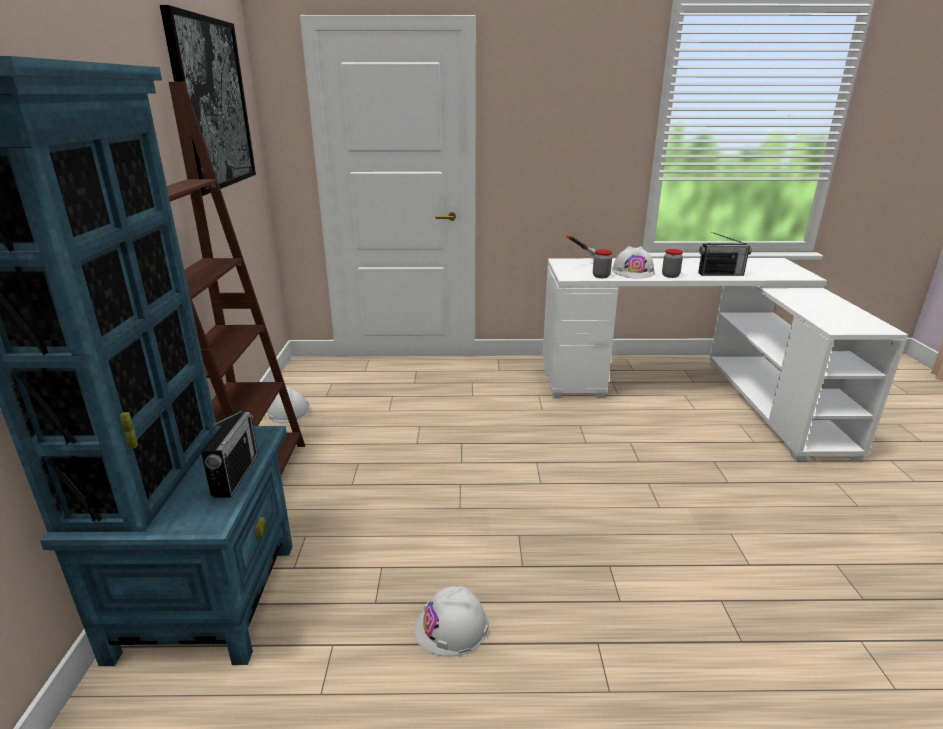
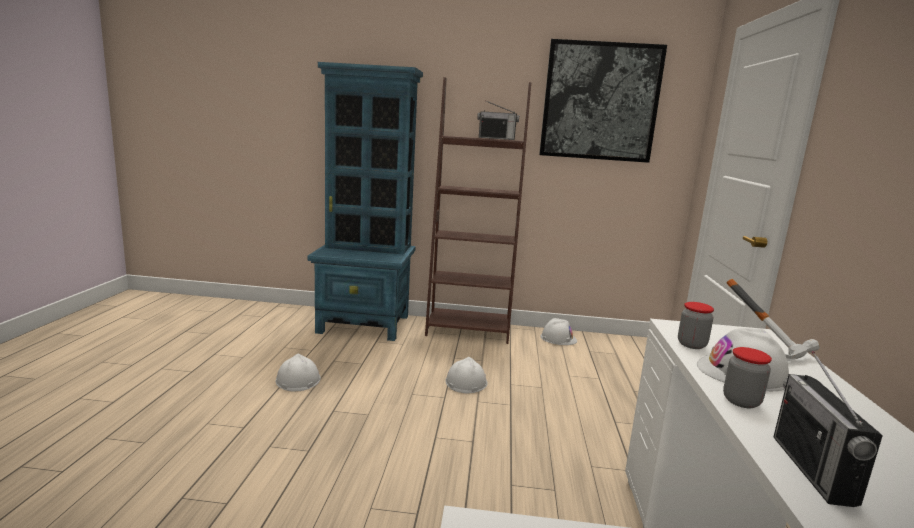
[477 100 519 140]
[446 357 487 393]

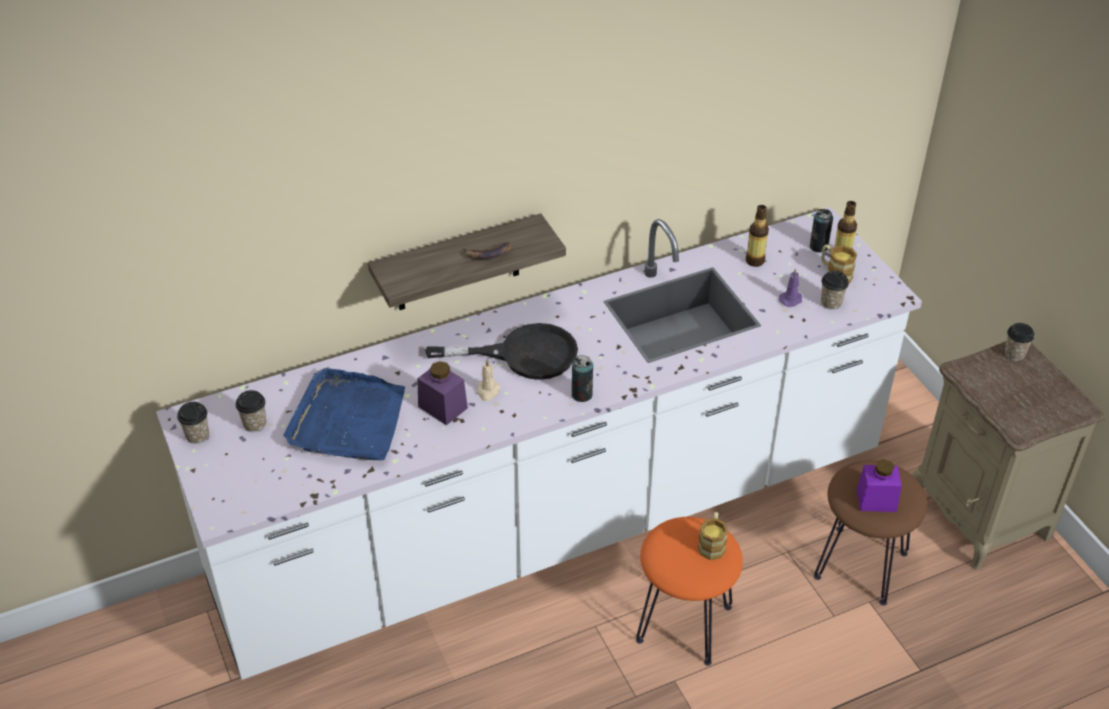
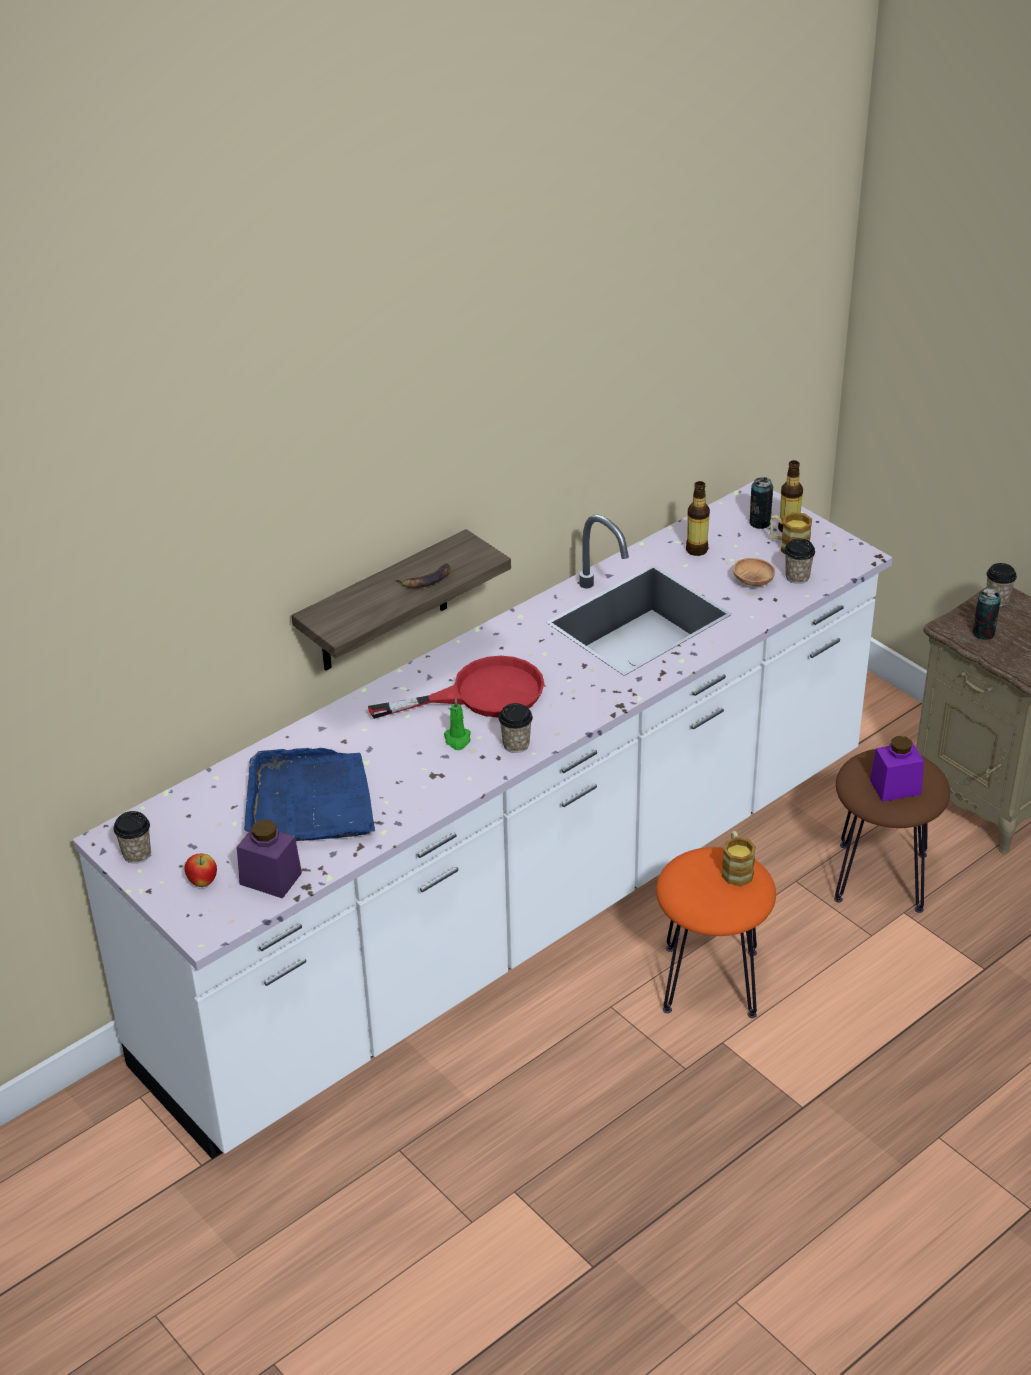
[733 558 775 586]
[368 656 544 719]
[973 588 1001 640]
[444 698 471 750]
[237 820 302 899]
[499 703 533 753]
[185 854 217 887]

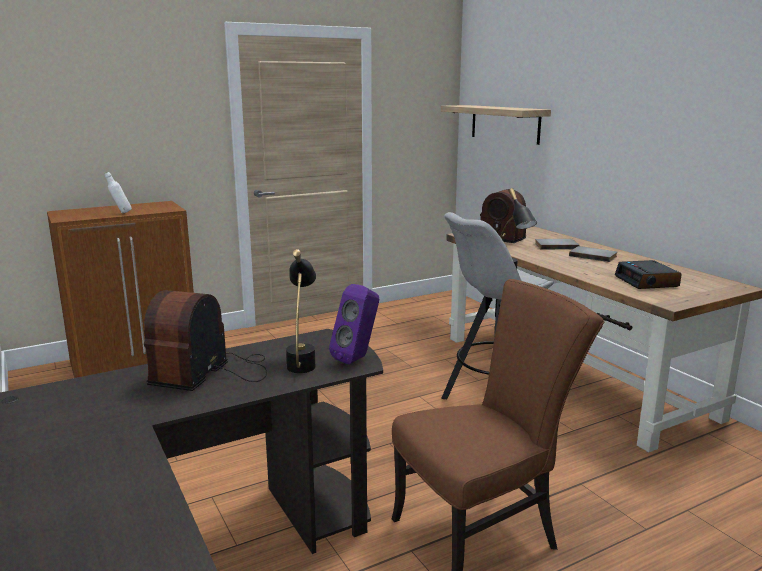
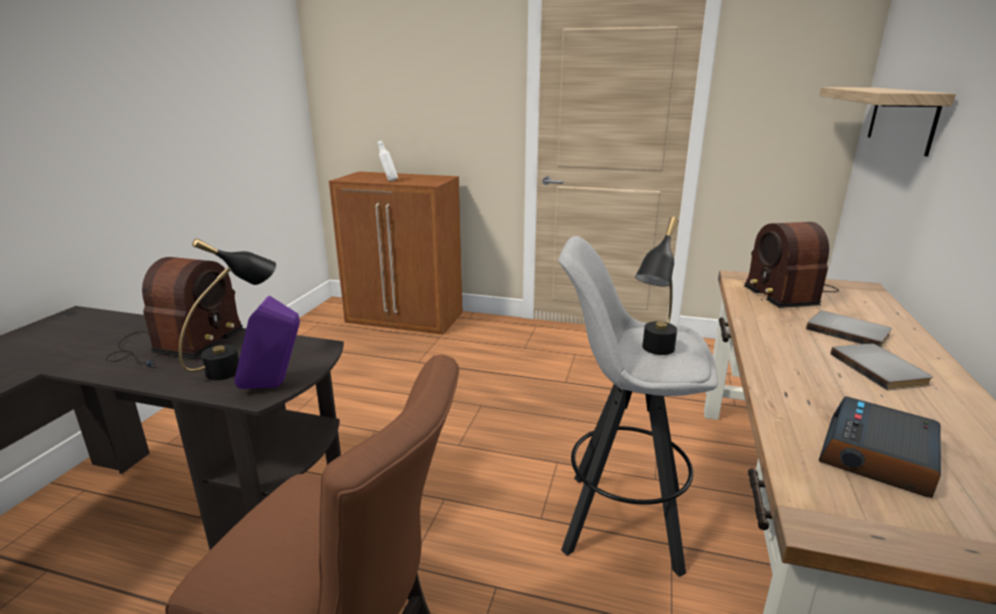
[105 257 243 367]

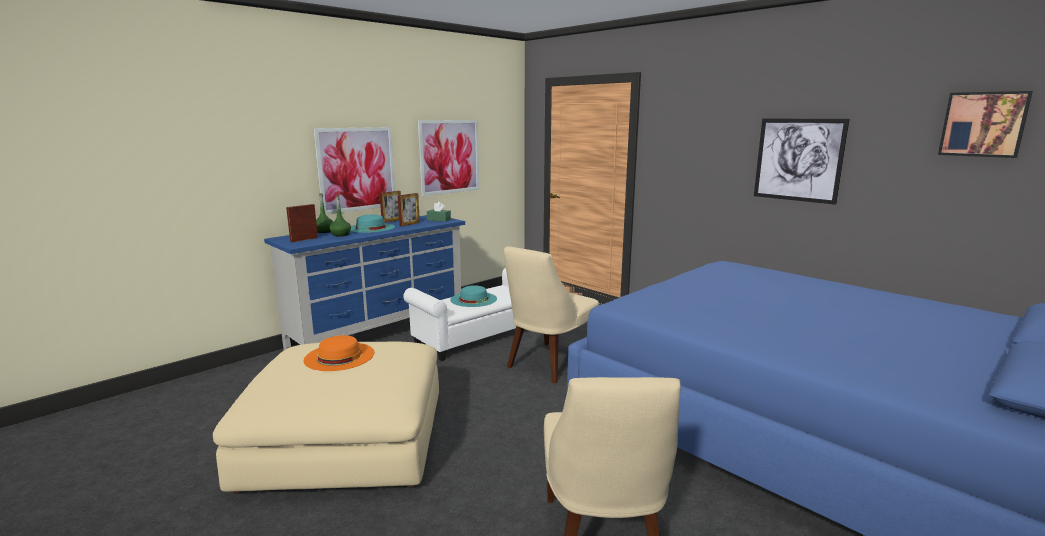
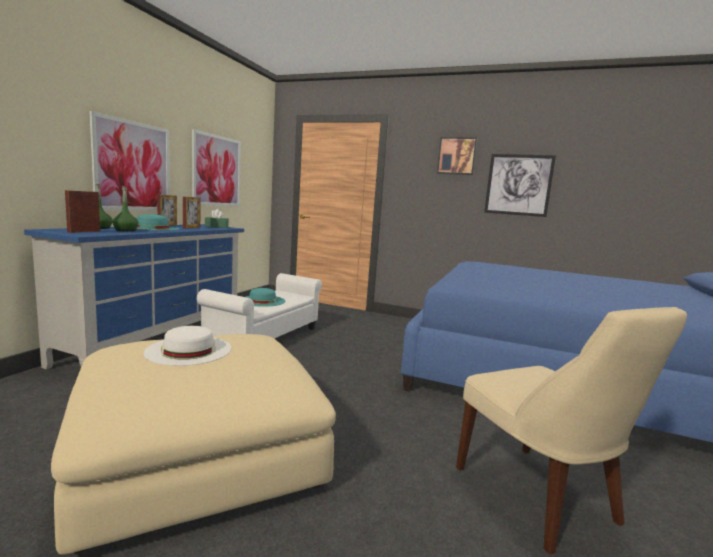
[437 137 477 175]
[504 246 599 384] (first image)
[143 326 231 366]

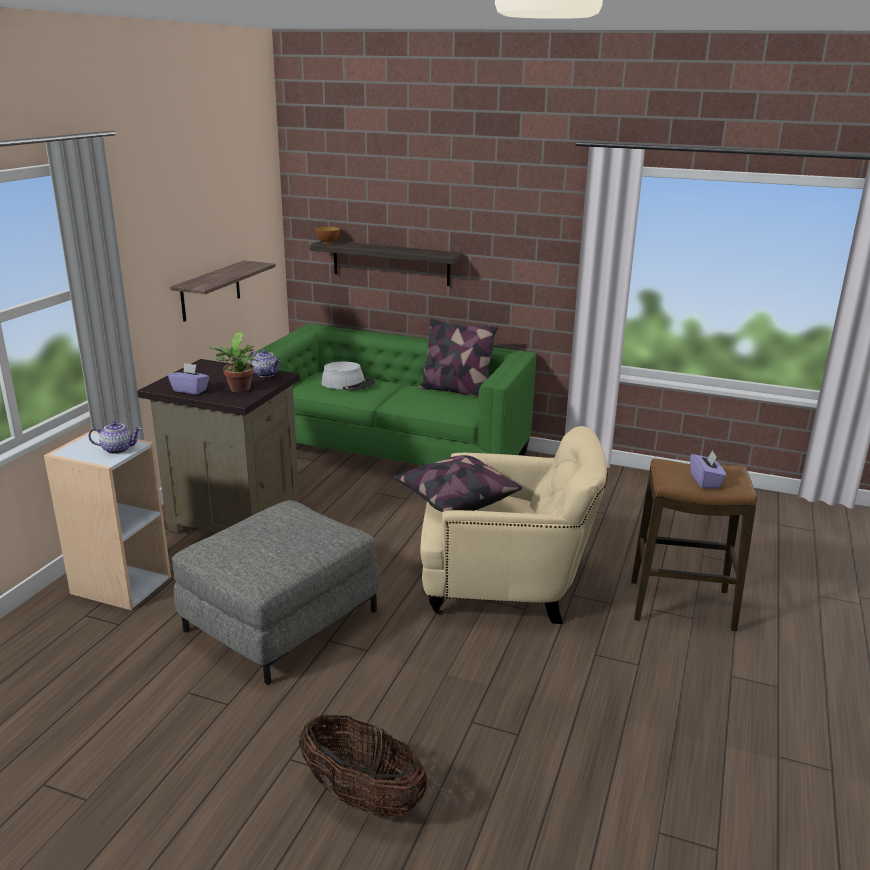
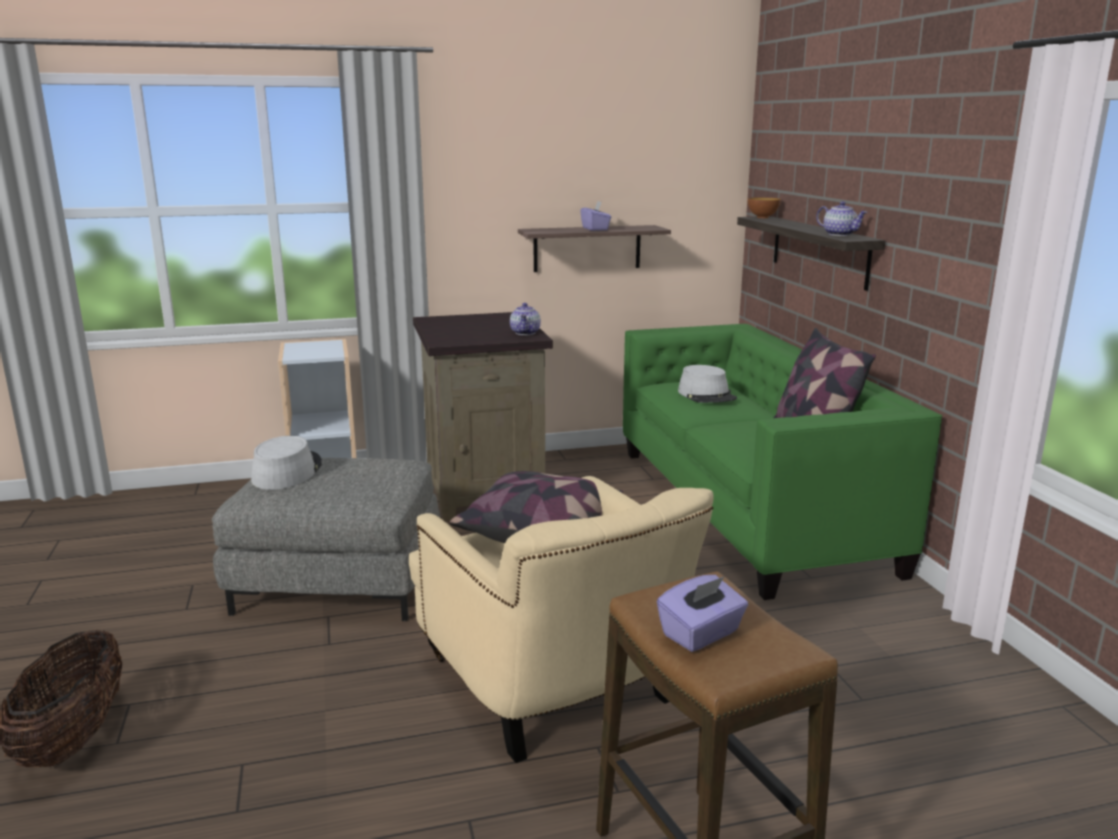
[210 332 259 392] (first image)
[580 201 612 231]
[816 201 868 236]
[251 436 322 490]

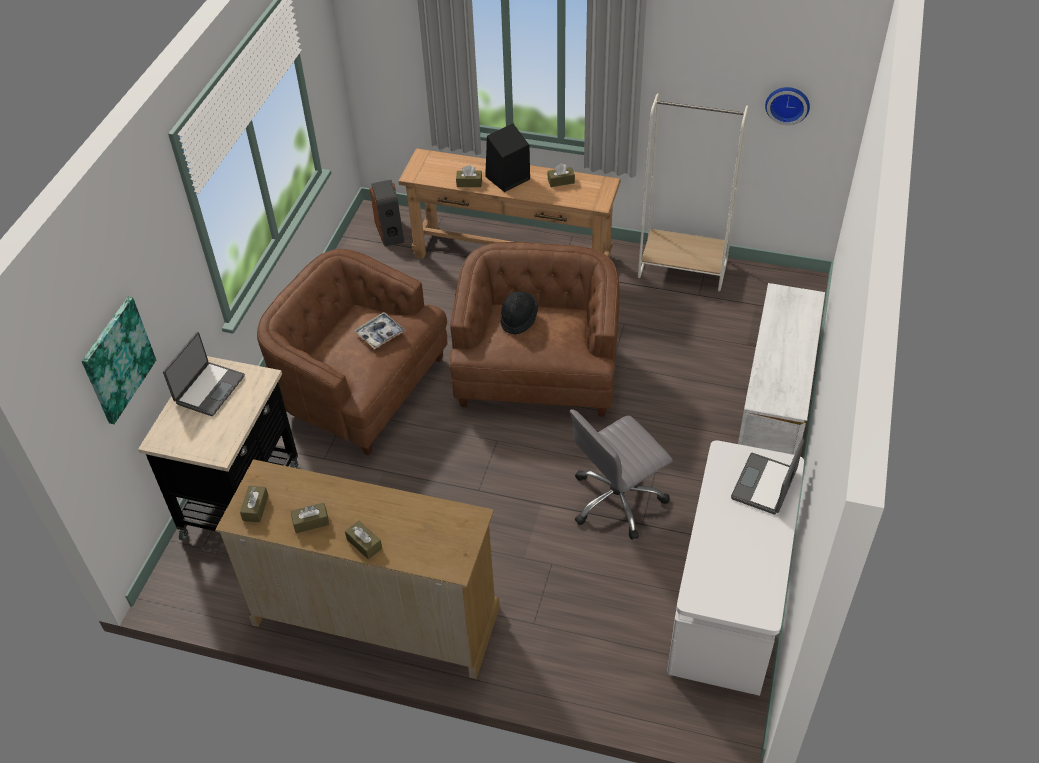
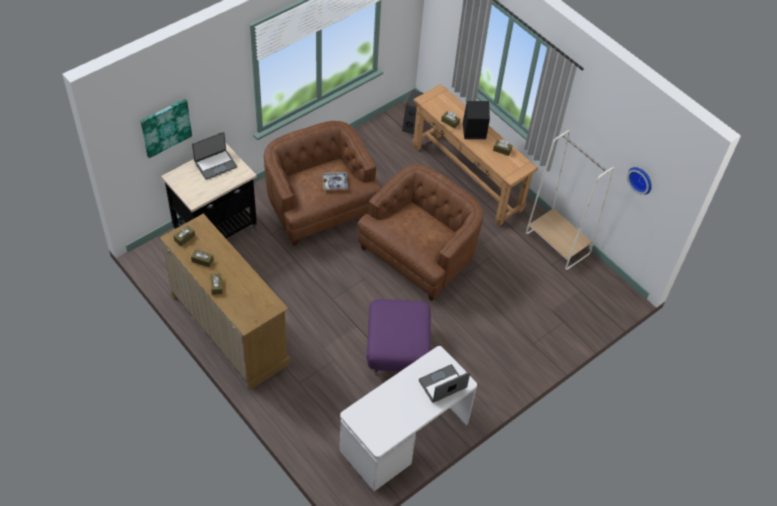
[738 283 825 455] (first image)
[501 291 538 335] (first image)
[367 299 431 374]

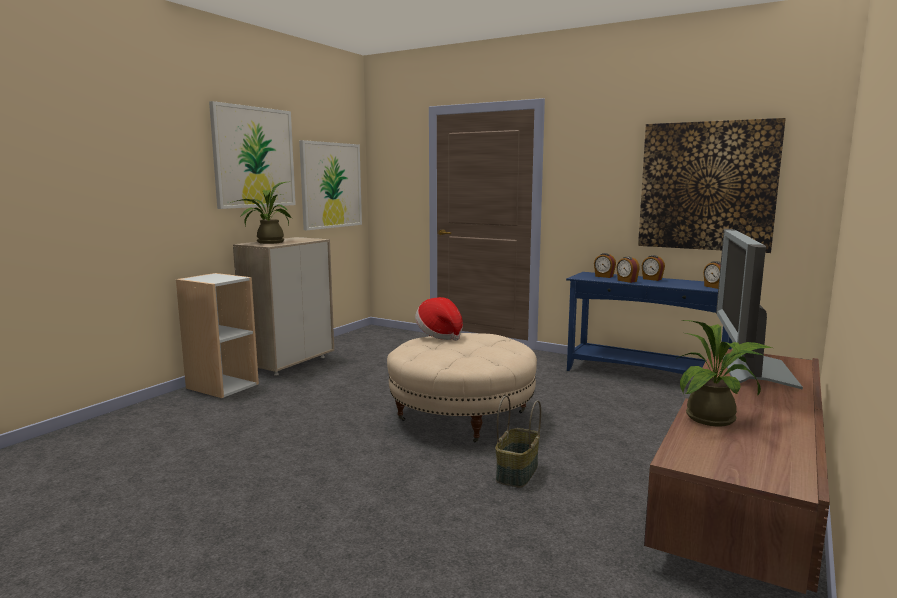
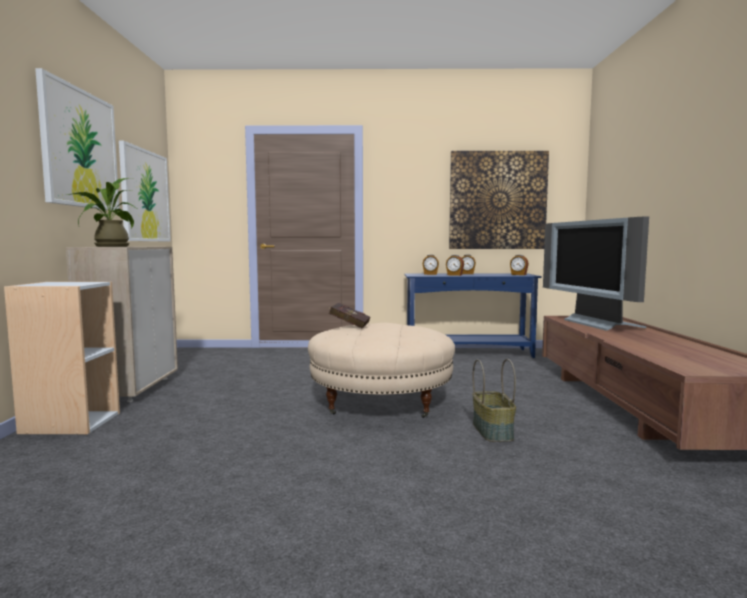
[328 303 370 328]
[676 320 772 427] (first image)

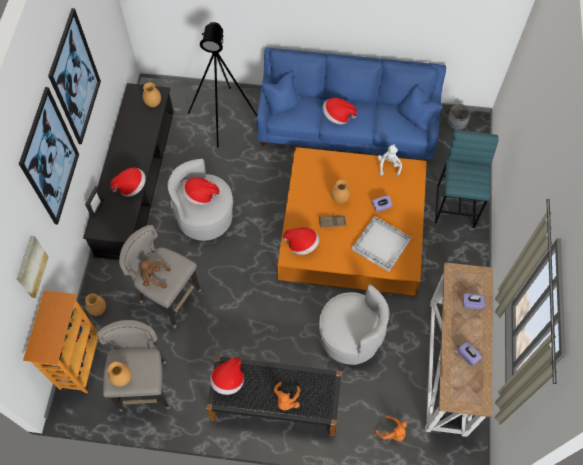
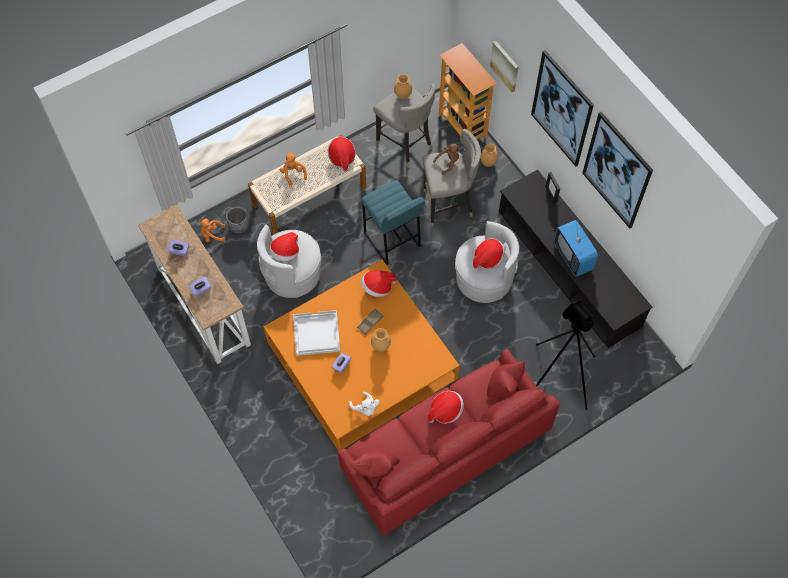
[338 349 560 535]
[143 82 161 107] (first image)
[226 207 249 234]
[361 180 425 265]
[269 232 299 261]
[248 134 366 235]
[554 220 598 277]

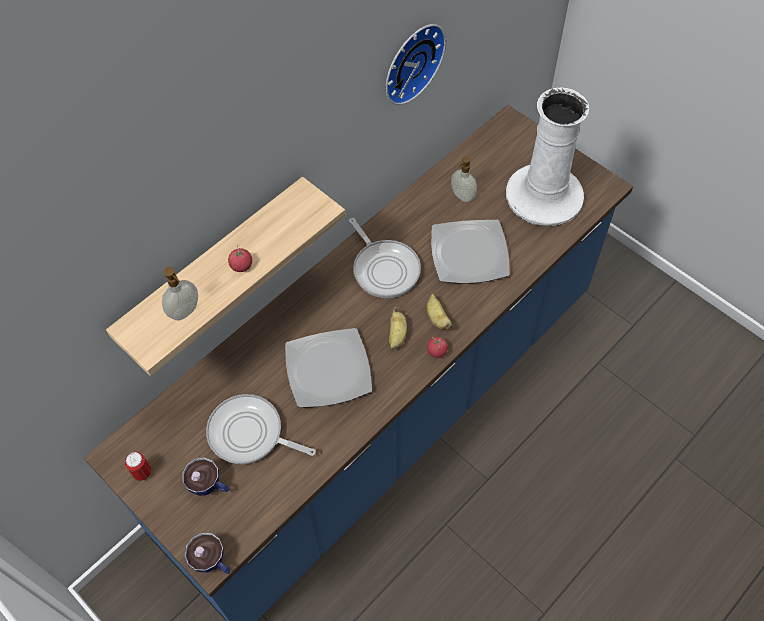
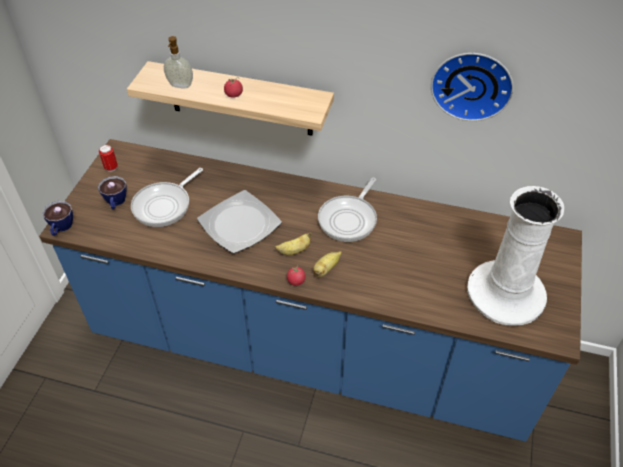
[451 156 477 202] (first image)
[431 220 510 284] (first image)
[131 168 203 227]

